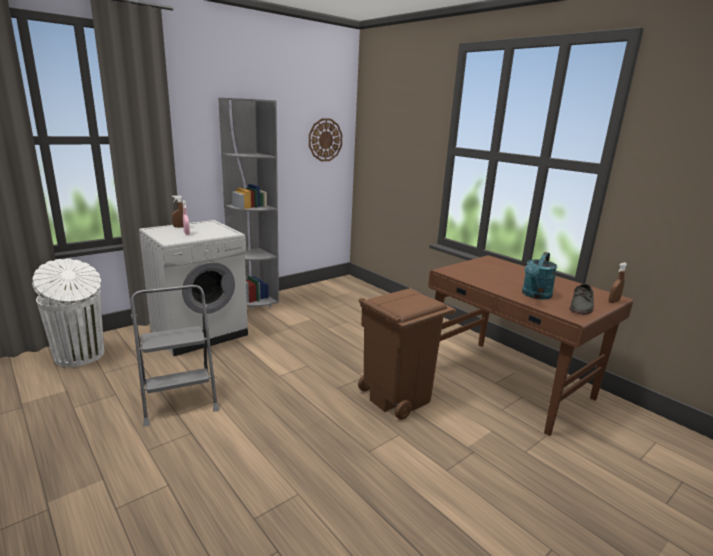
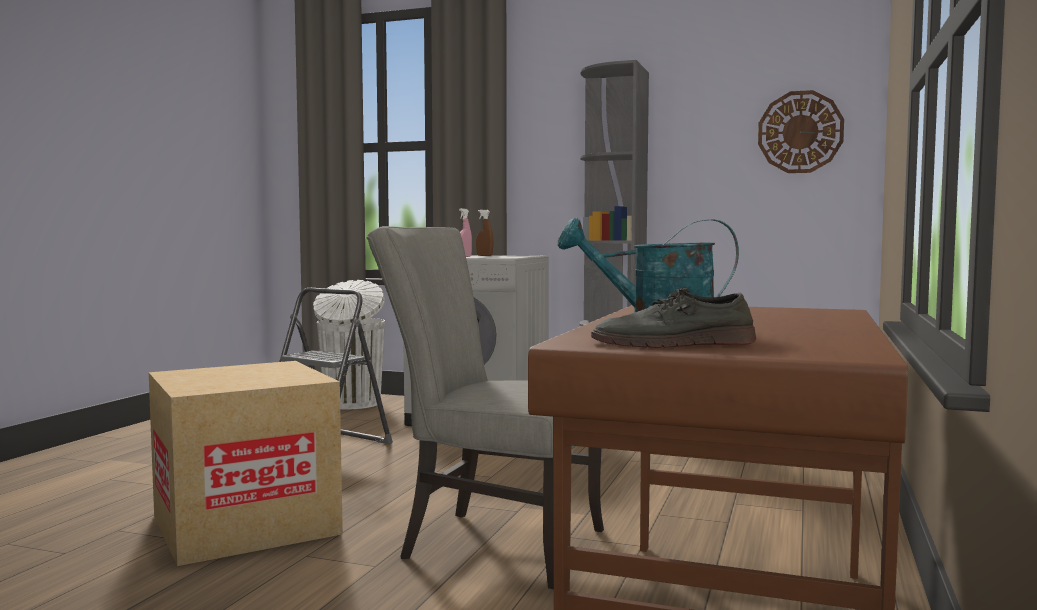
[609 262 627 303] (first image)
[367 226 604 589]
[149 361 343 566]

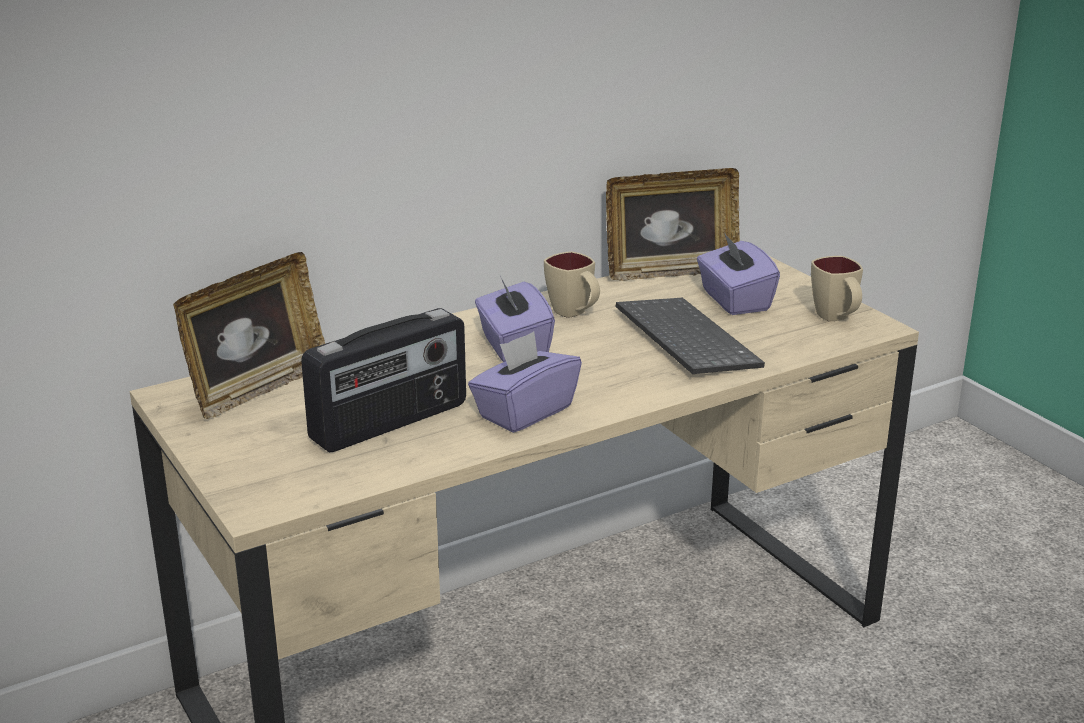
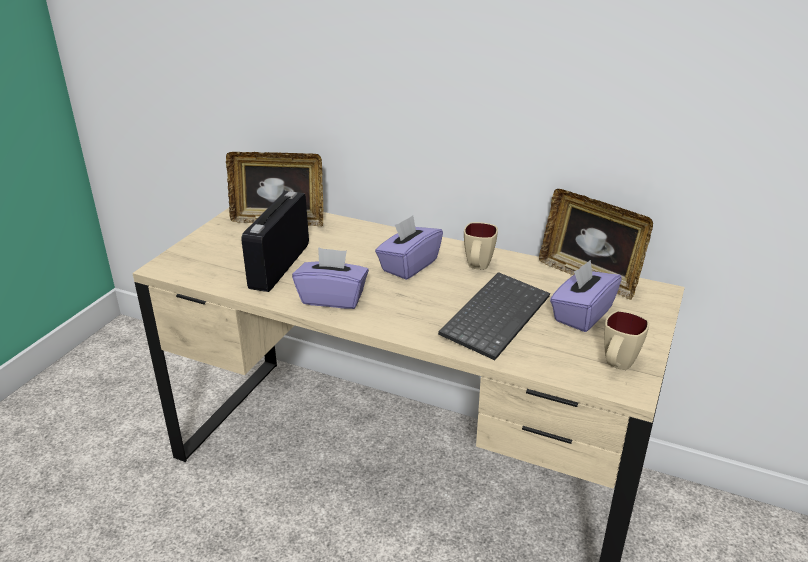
[241 191 309 292]

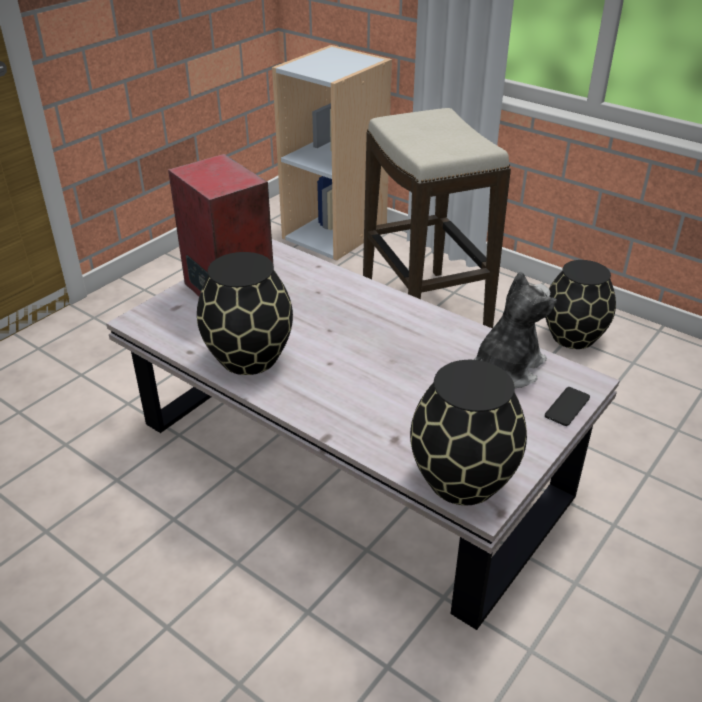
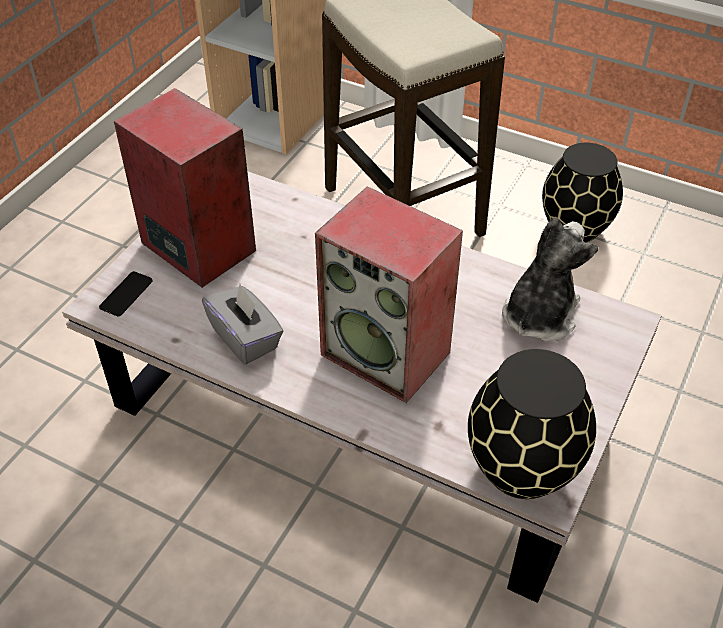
[202 284 284 365]
[99 271 153 317]
[315 186 463 403]

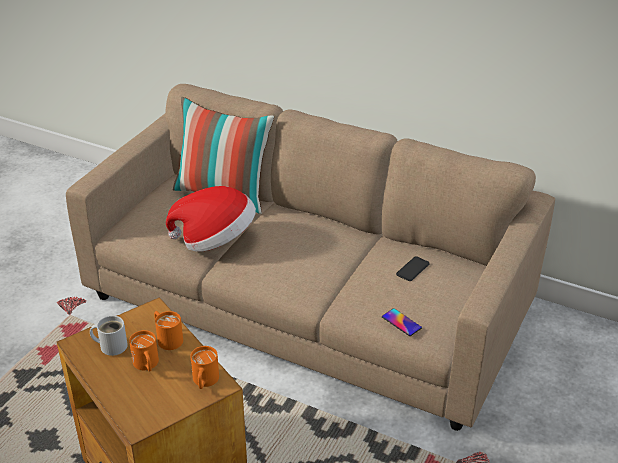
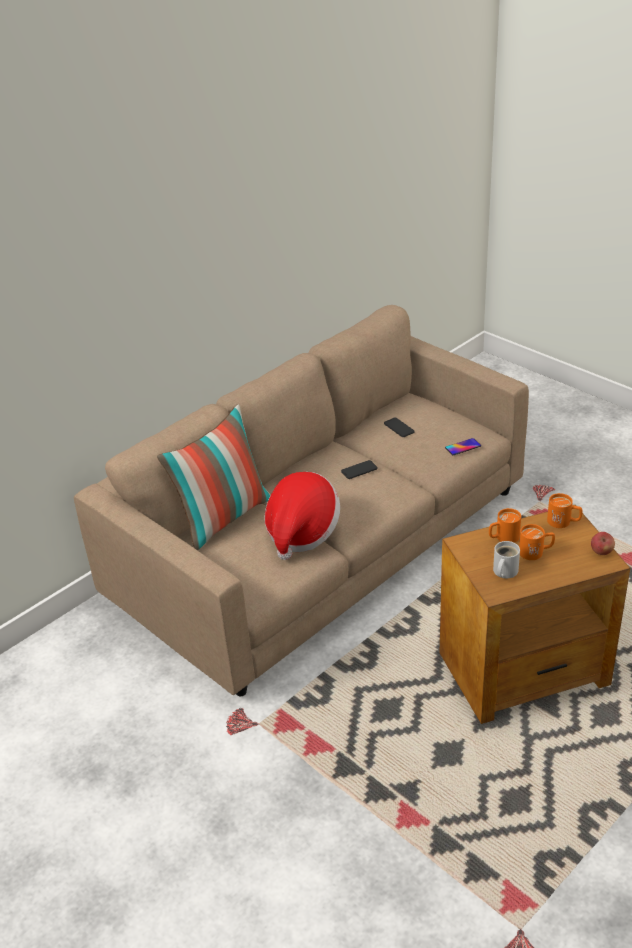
[341 460 378 479]
[591 532 615 555]

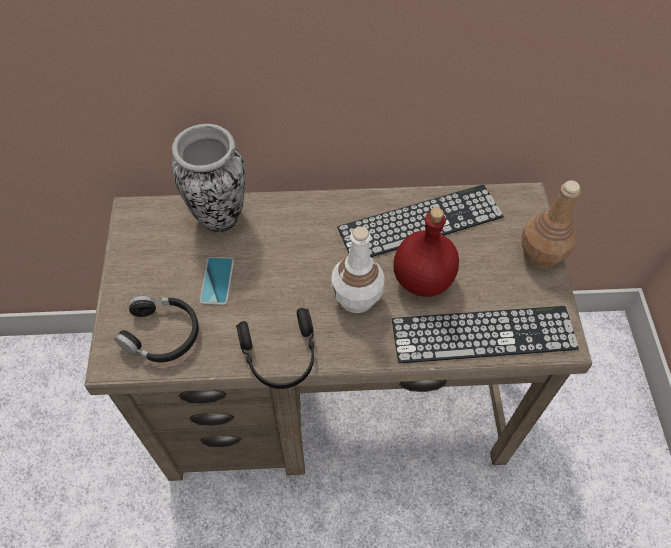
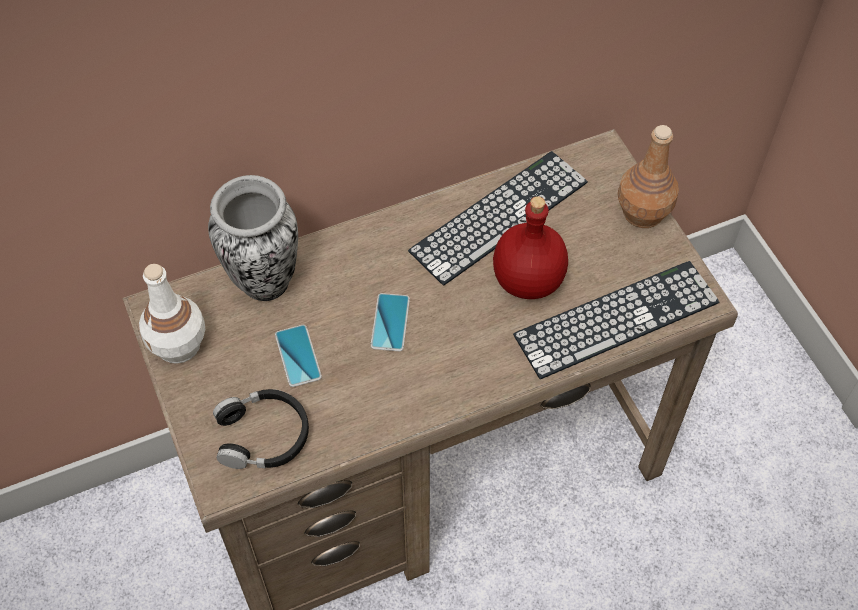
[139 264 205 364]
[236 308 314 389] (first image)
[371 293 410 351]

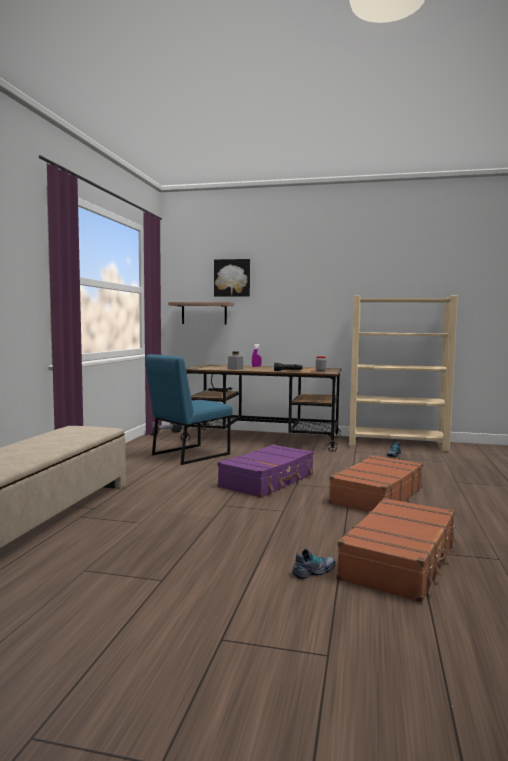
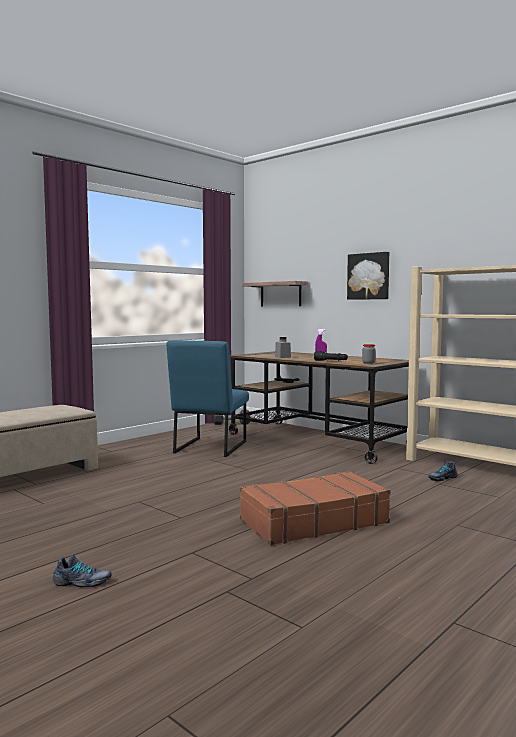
[347 252 389 300]
[167 340 249 457]
[217 444 314 498] (first image)
[336 498 458 603] (first image)

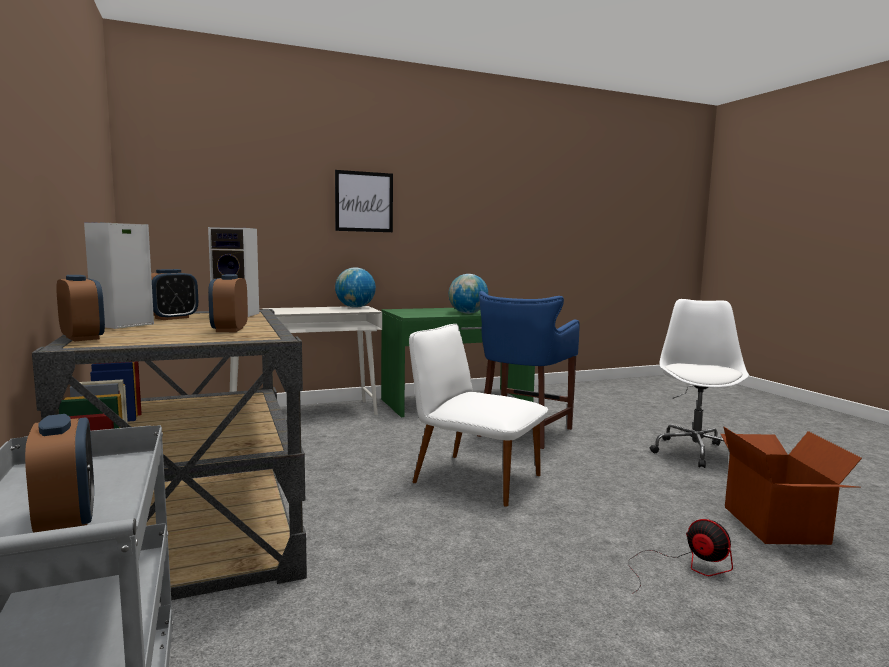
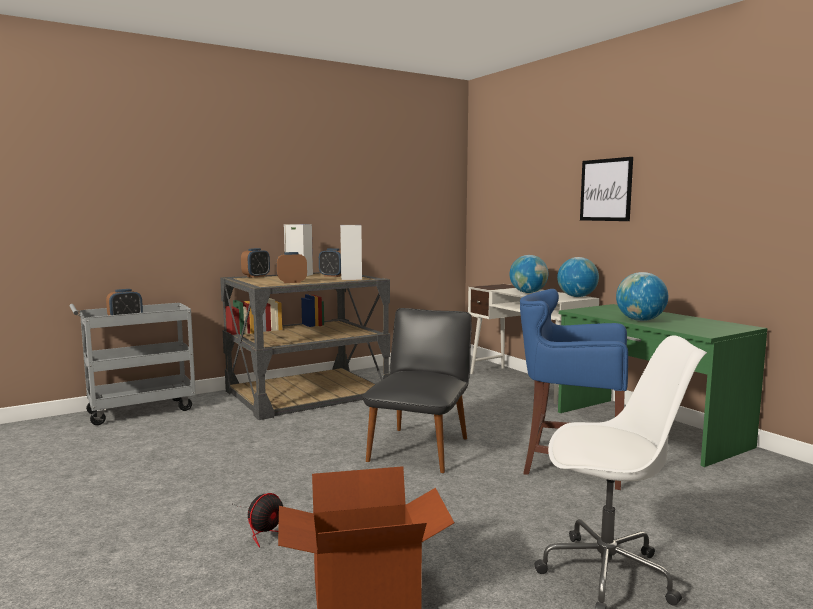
[361 308 472 473]
[510 255 548 293]

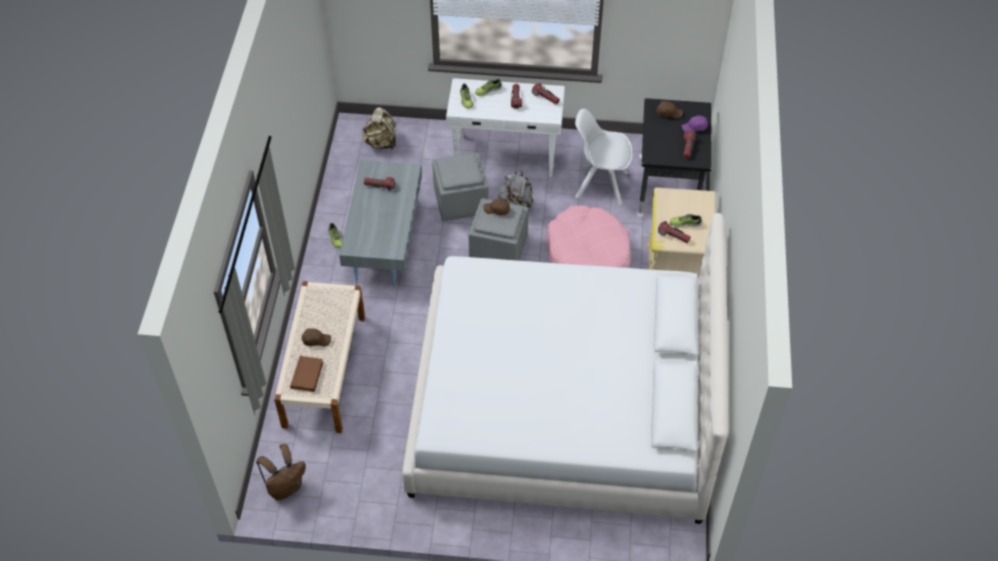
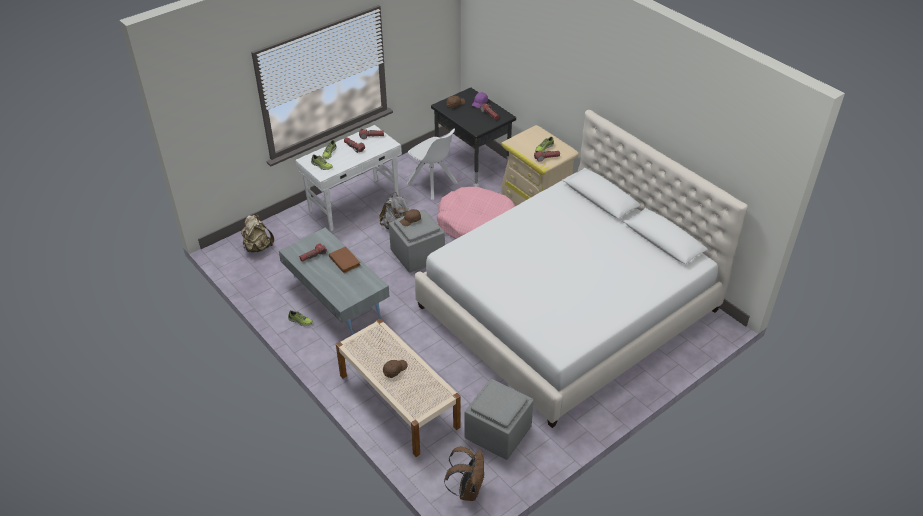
[407 128 458 199]
[465 379 534 460]
[329 246 361 273]

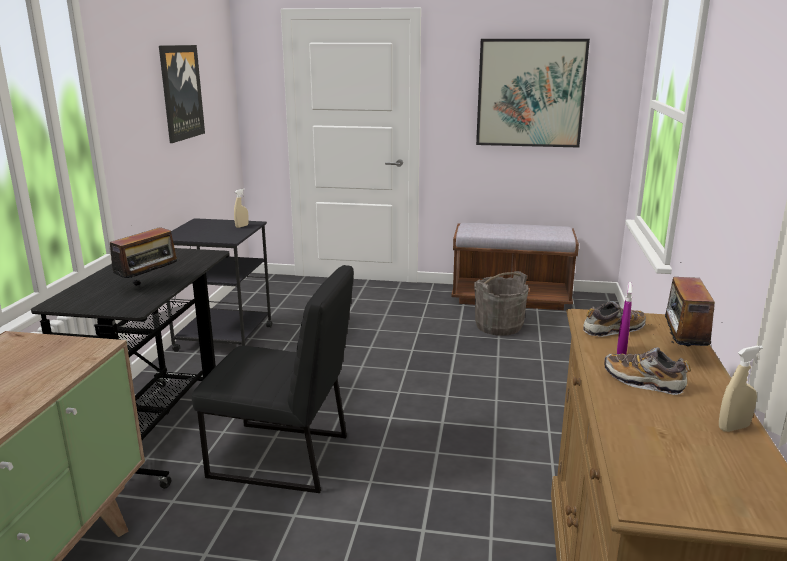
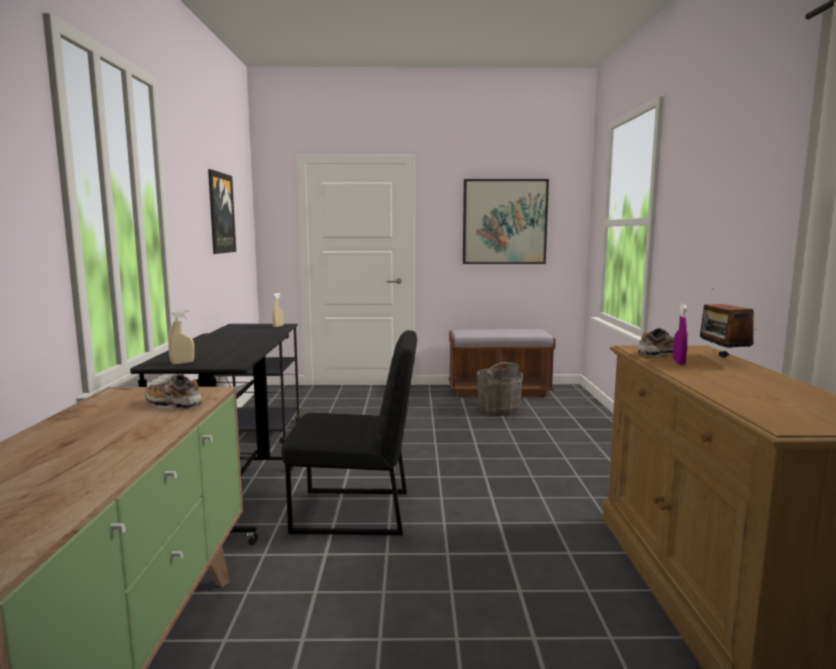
[110 227 180 287] (first image)
[168 309 194 364]
[145 374 202 410]

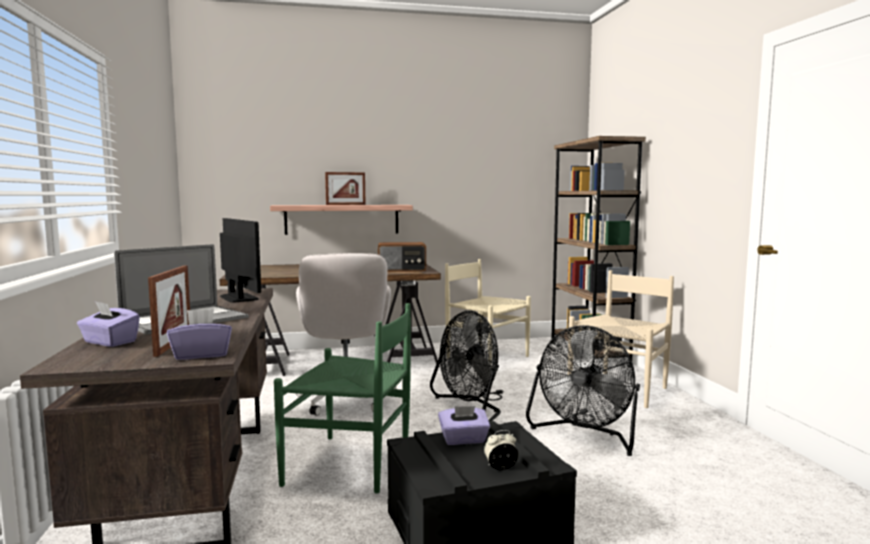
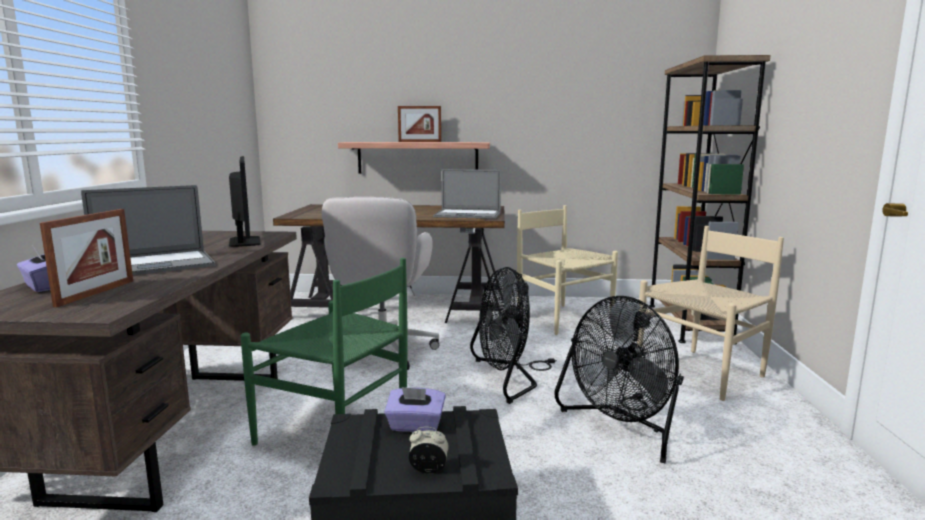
[433 169 501 219]
[167 309 232 360] (first image)

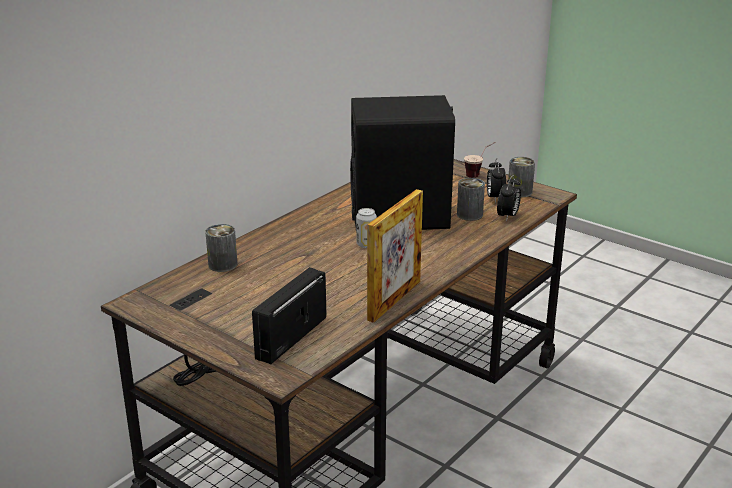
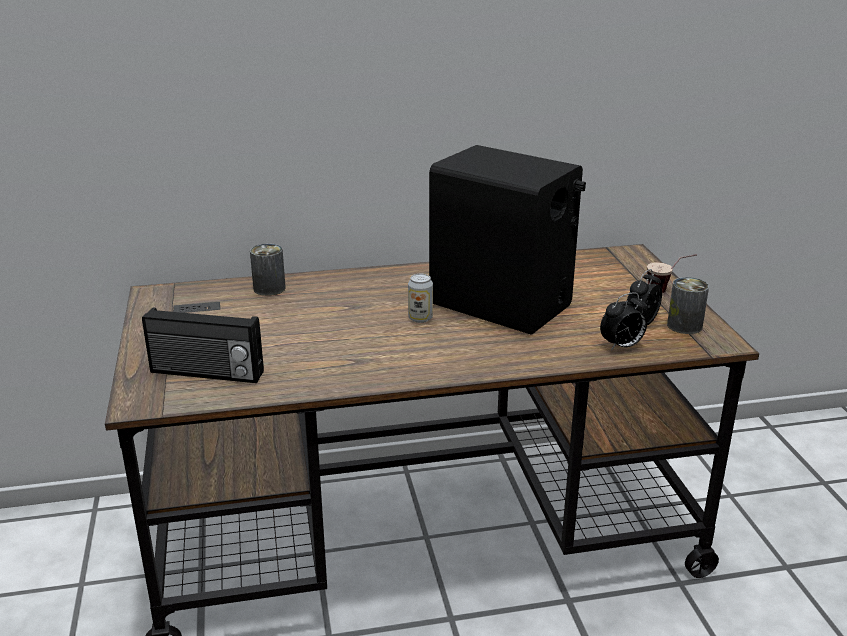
[457 178 485 221] (first image)
[367 189 423 323] (first image)
[142 307 264 383]

